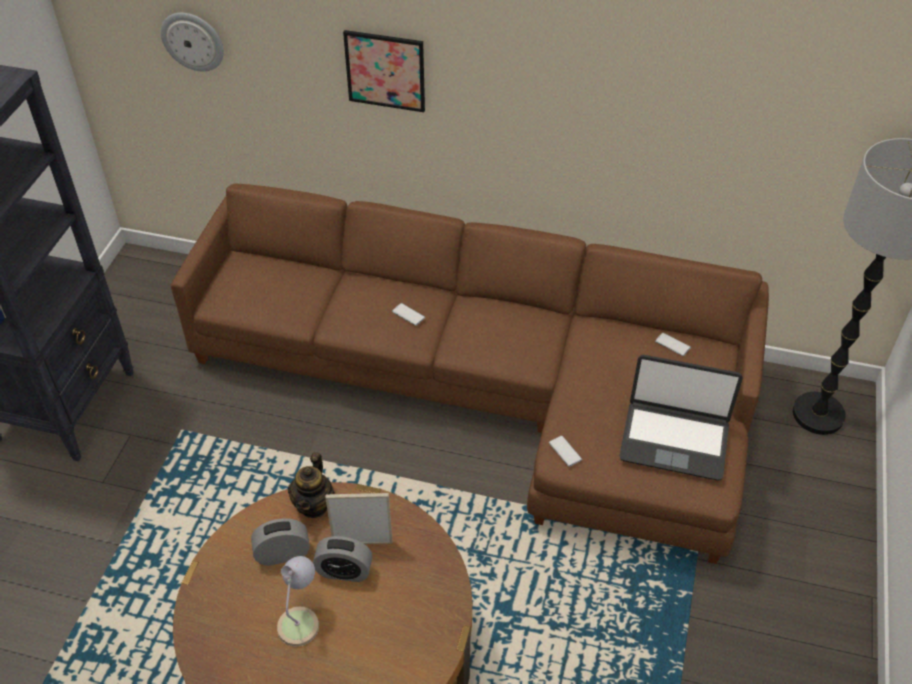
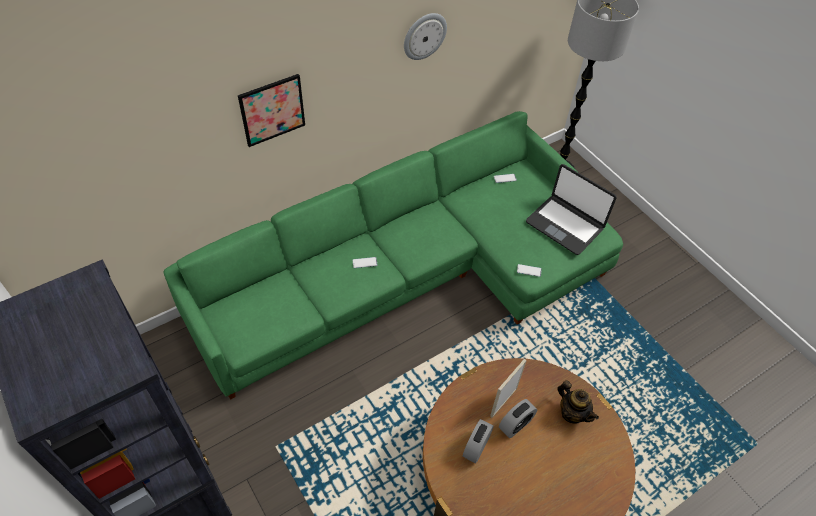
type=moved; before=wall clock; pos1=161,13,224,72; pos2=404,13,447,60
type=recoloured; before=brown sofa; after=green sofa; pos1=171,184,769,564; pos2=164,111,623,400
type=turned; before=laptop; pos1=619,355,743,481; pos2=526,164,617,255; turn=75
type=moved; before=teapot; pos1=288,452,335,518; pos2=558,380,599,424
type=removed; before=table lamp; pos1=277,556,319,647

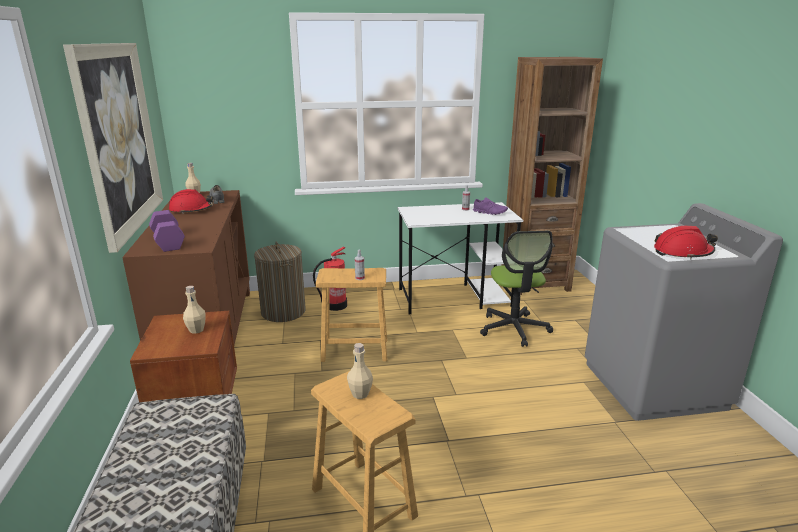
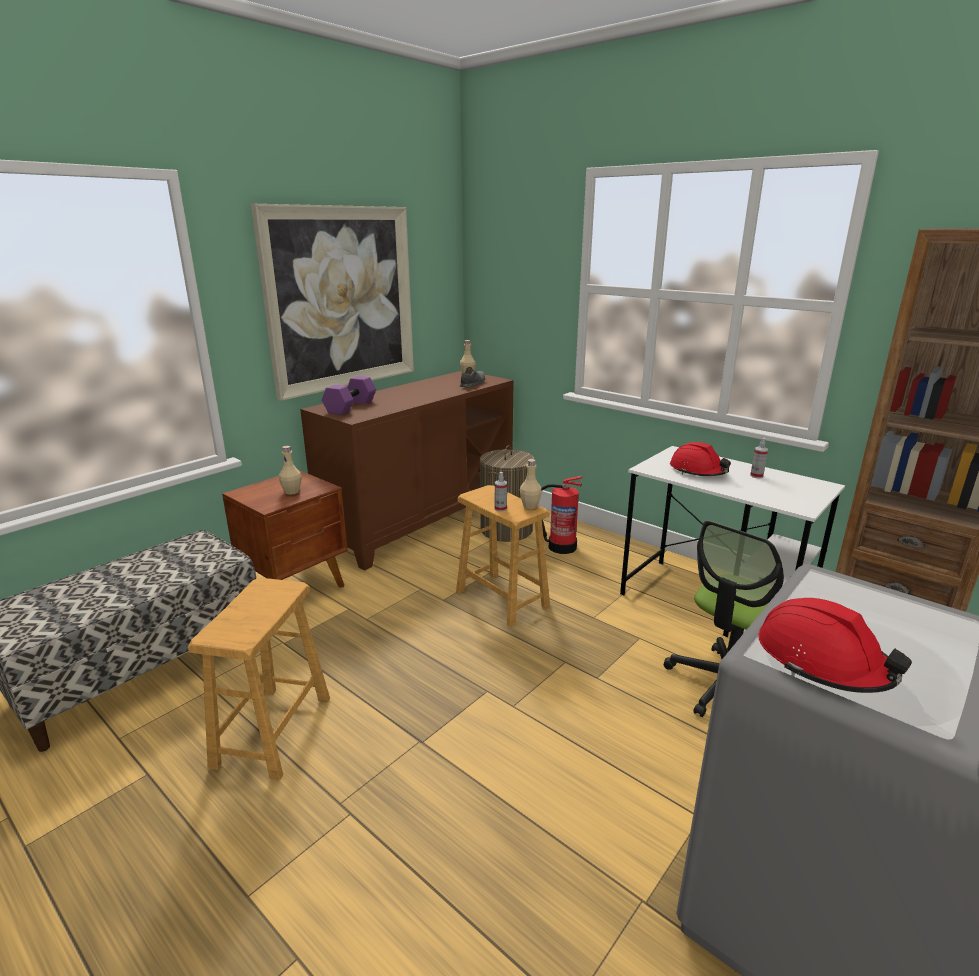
type=moved; before=red hard hat; pos1=169,189,213,214; pos2=670,442,731,476
type=removed; before=purple shoe; pos1=473,197,508,215
type=moved; before=beige bottle; pos1=347,343,373,399; pos2=520,459,542,509

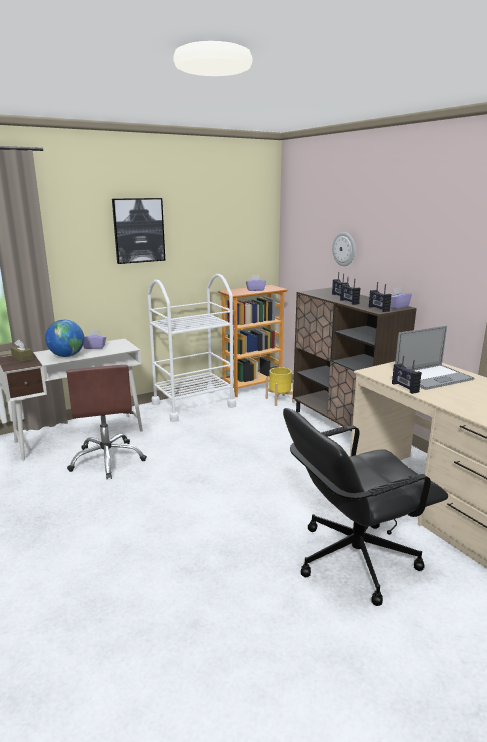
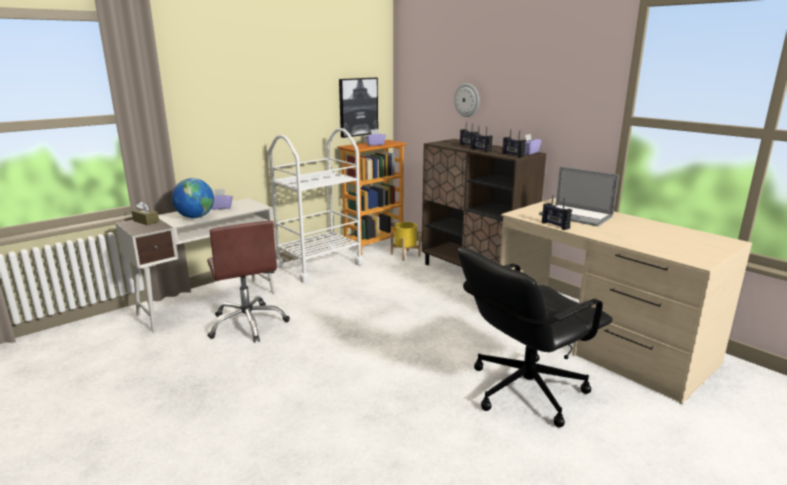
type=moved; before=picture; pos1=112,198,165,264; pos2=339,78,378,138
type=turned; before=laptop; pos1=395,326,474,390; pos2=539,167,619,226; turn=75

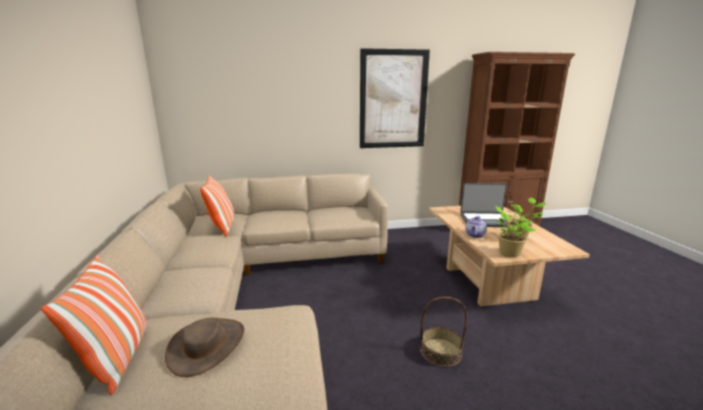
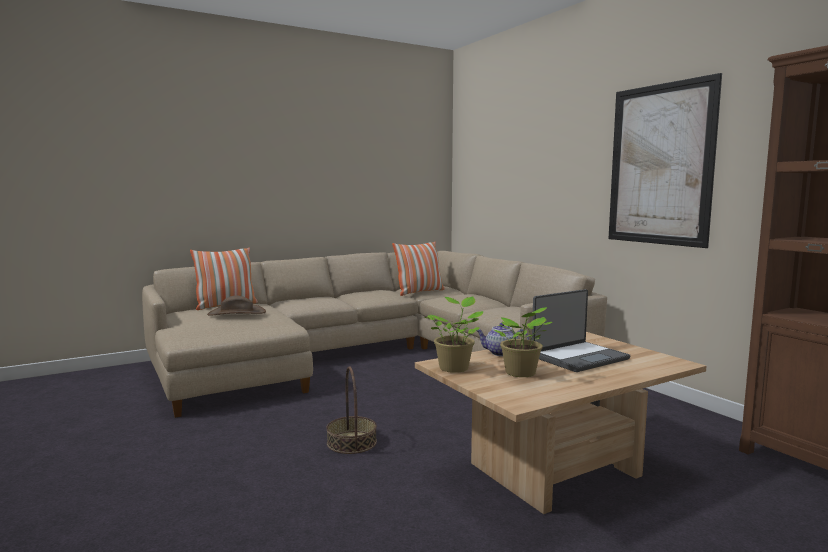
type=turned; before=laptop; pos1=460,183,507,227; pos2=532,289,630,372; turn=-105

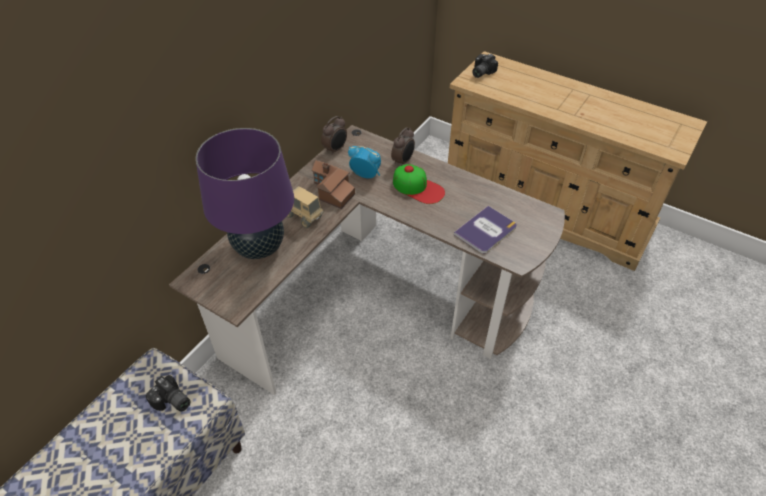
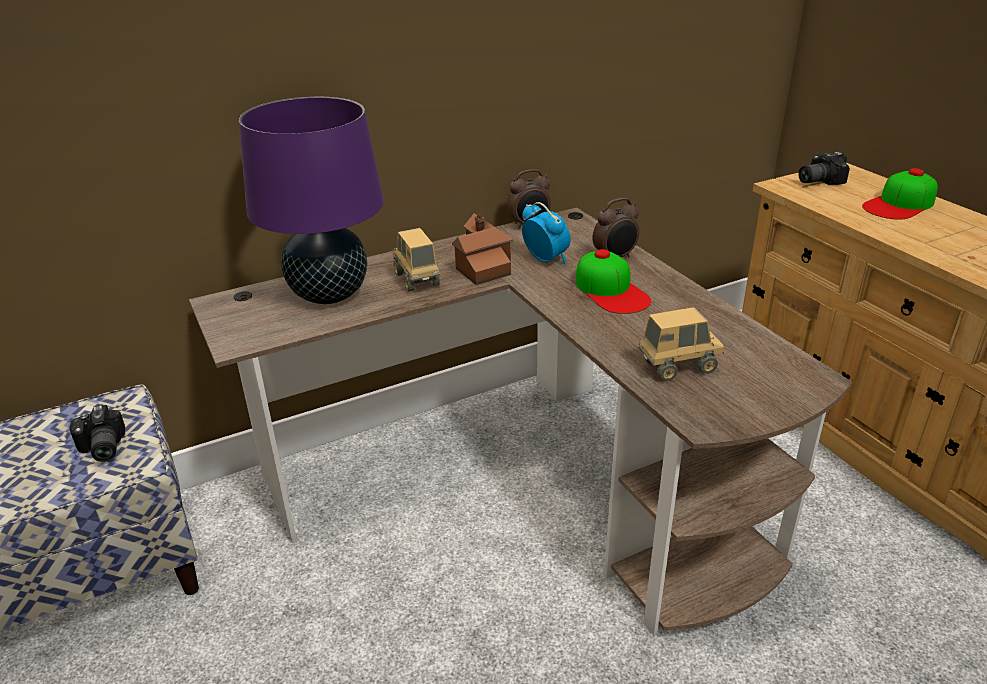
type=replaced; before=book; after=toy truck; pos1=454,206,517,254; pos2=638,307,724,381
type=added; after=cap; pos2=862,168,938,219

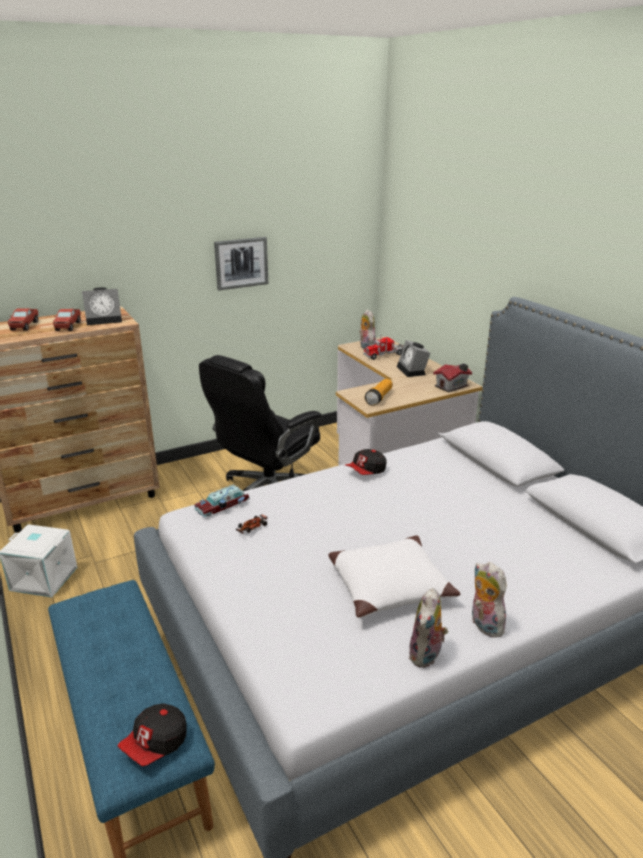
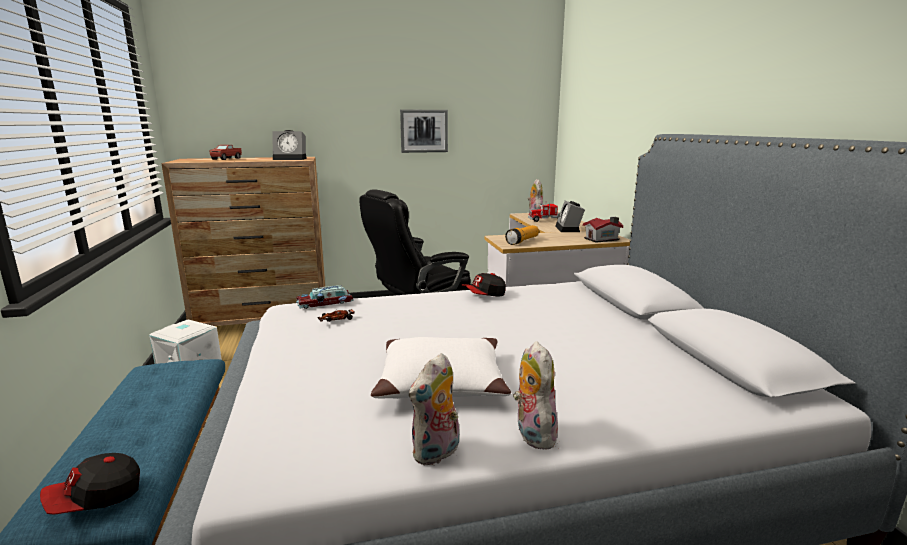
type=removed; before=toy truck; pos1=53,309,81,331

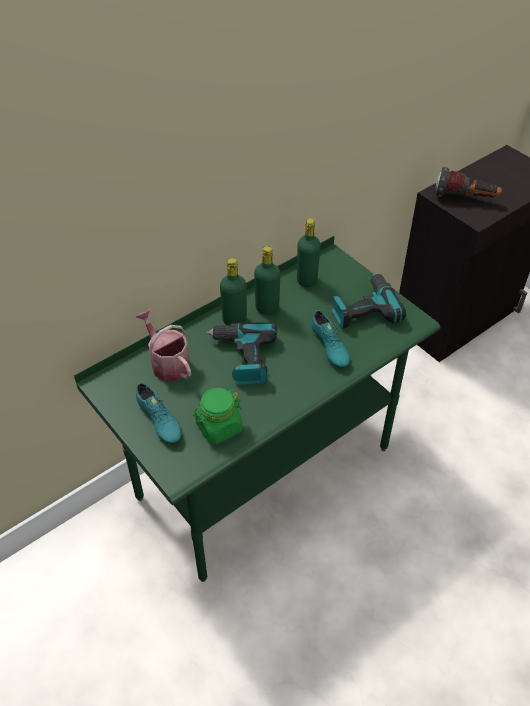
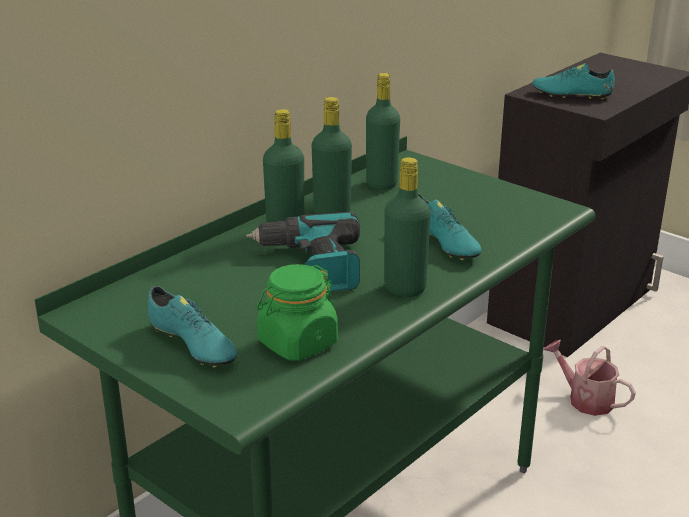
type=replaced; before=flashlight; after=turquoise shoe; pos1=436,167,502,197; pos2=532,63,615,99
type=removed; before=power drill; pos1=331,273,406,329
type=moved; before=watering can; pos1=135,309,191,381; pos2=544,340,636,416
type=added; after=green bottle; pos2=384,157,431,297

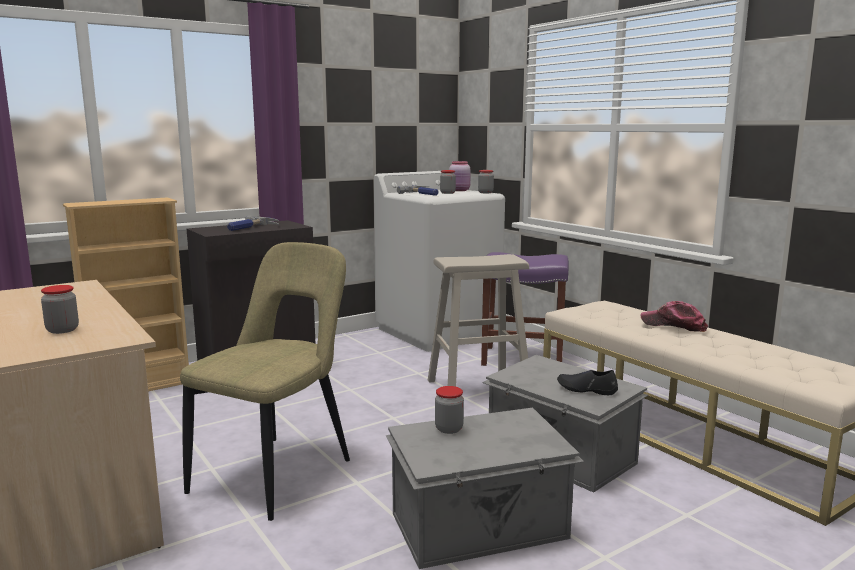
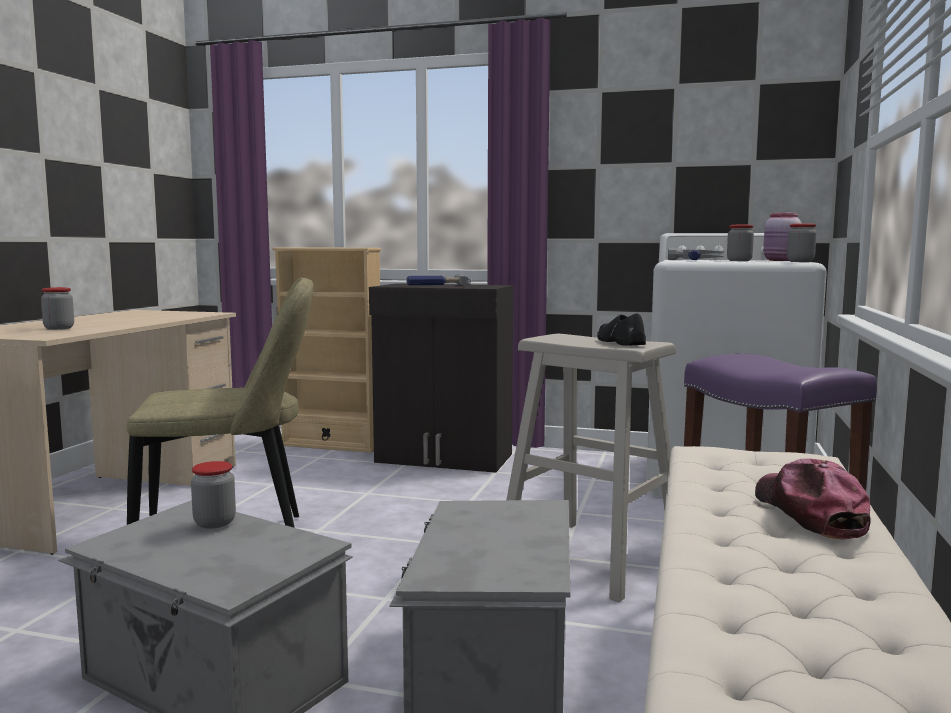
type=moved; before=black shoe; pos1=557,370,618,395; pos2=597,313,646,346

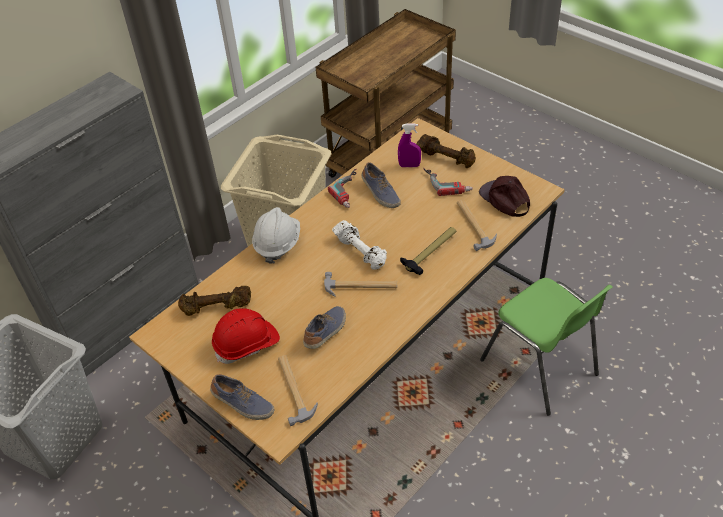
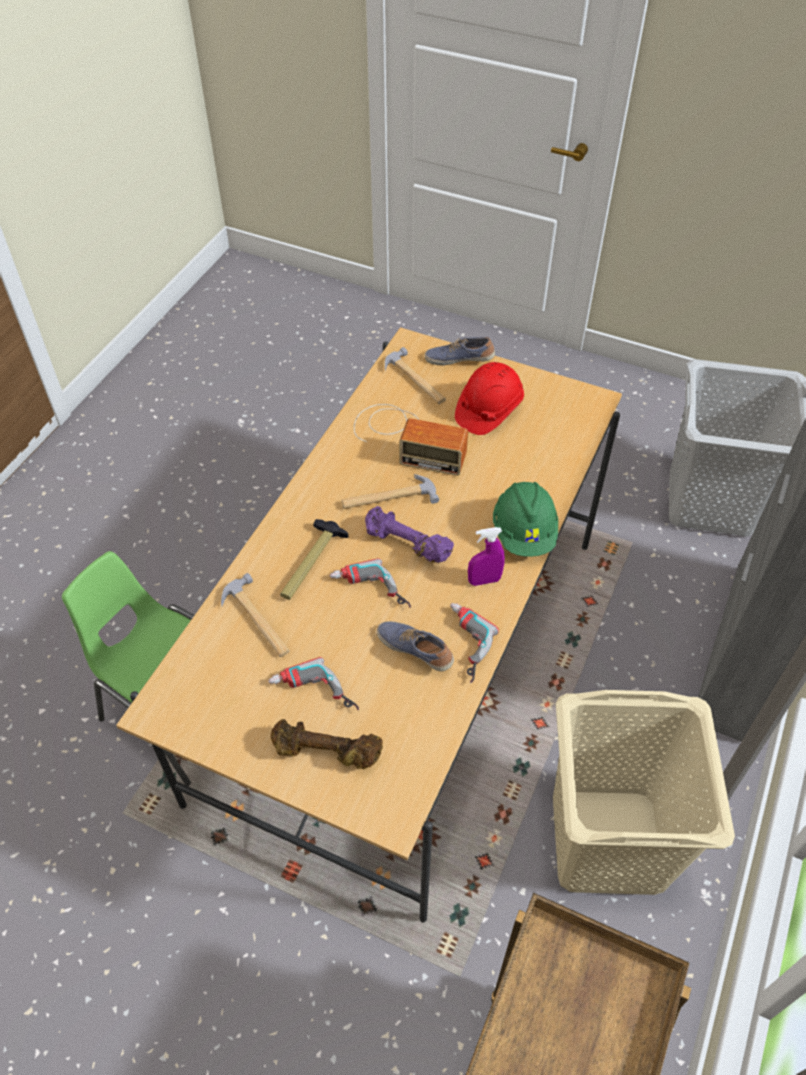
type=moved; before=purple spray bottle; pos1=398,123,421,167; pos2=468,527,505,586
type=removed; before=brown cap; pos1=479,176,530,217
type=recoloured; before=white hard hat; after=green hard hat; pos1=252,207,300,264; pos2=493,482,558,557
type=recoloured; before=white dumbbell; after=purple dumbbell; pos1=332,220,387,270; pos2=365,506,454,563
type=removed; before=brown dumbbell; pos1=178,286,251,316
type=replaced; before=shoe; after=radio; pos1=303,306,346,349; pos2=354,404,468,476
type=added; after=power drill; pos2=329,558,411,608

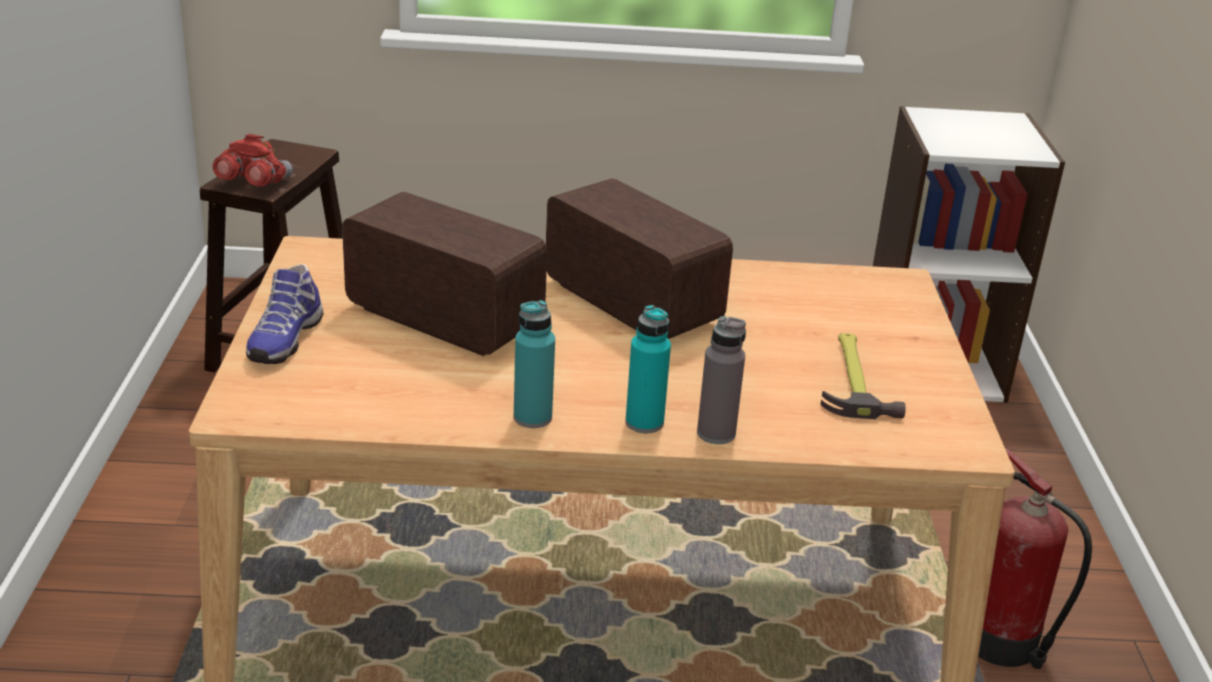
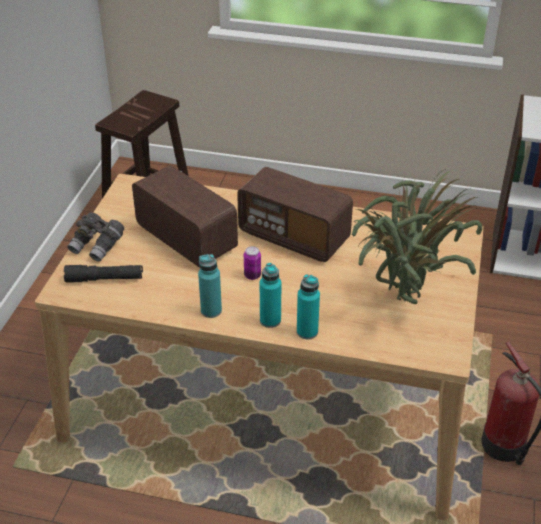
type=removed; before=red binoculars; pos1=213,134,293,187
type=turned; before=radio; pos1=546,179,733,339; pos2=237,167,353,262; turn=150
type=replaced; before=shoe; after=grey binoculars; pos1=246,264,323,364; pos2=67,212,124,262
type=recoloured; before=grey bottle; after=turquoise bottle; pos1=697,316,746,444; pos2=297,274,320,339
type=replaced; before=hammer; after=potted plant; pos1=820,333,906,419; pos2=352,169,482,304
type=added; after=can; pos2=244,246,261,280
type=added; after=black flashlight; pos2=64,265,143,283

